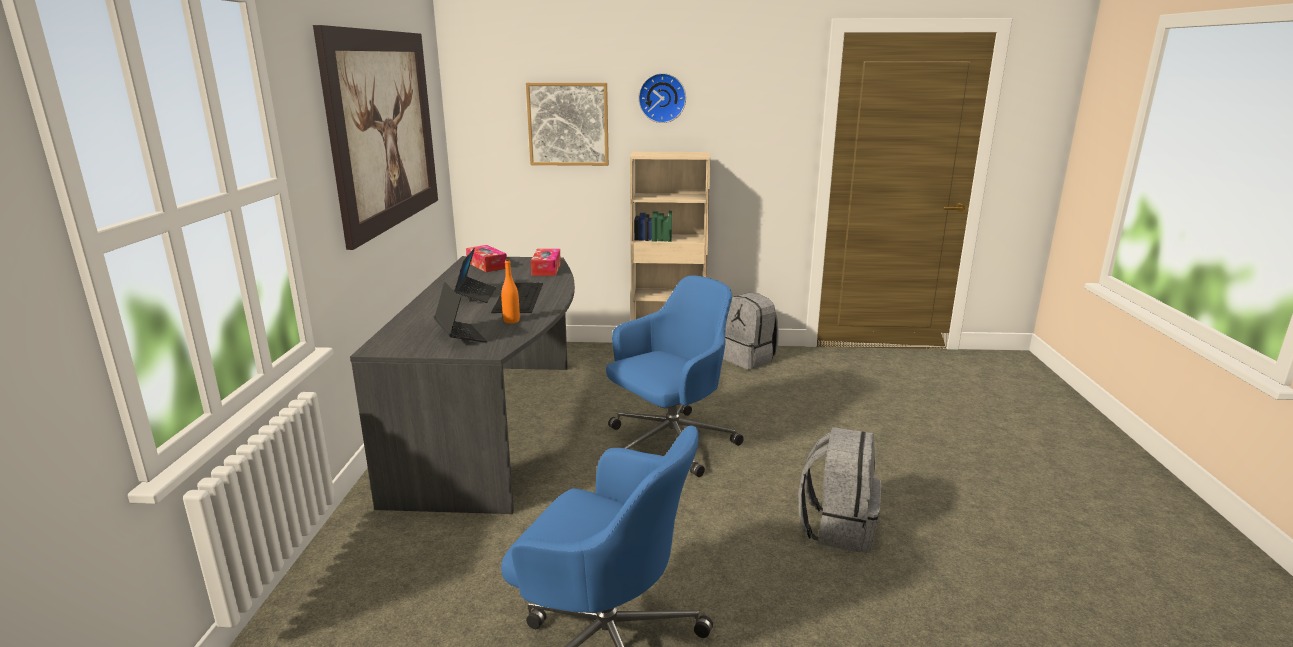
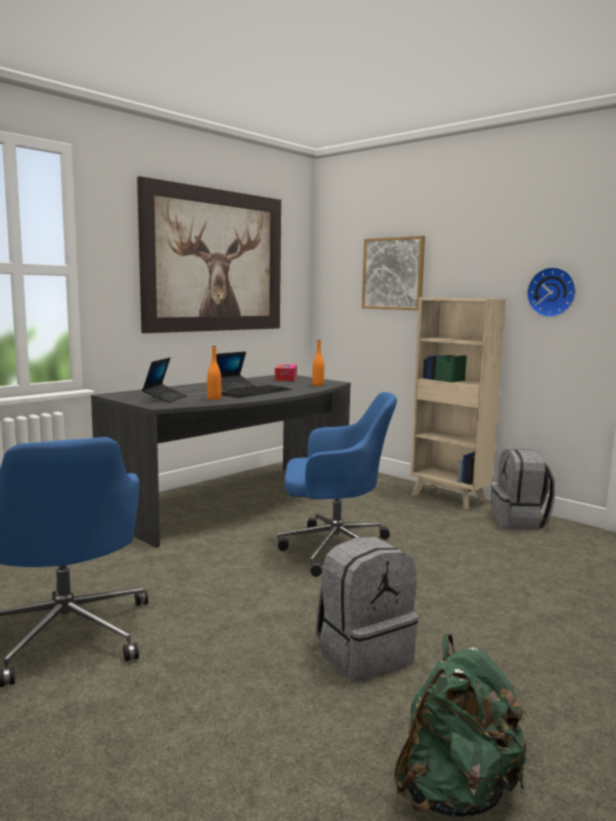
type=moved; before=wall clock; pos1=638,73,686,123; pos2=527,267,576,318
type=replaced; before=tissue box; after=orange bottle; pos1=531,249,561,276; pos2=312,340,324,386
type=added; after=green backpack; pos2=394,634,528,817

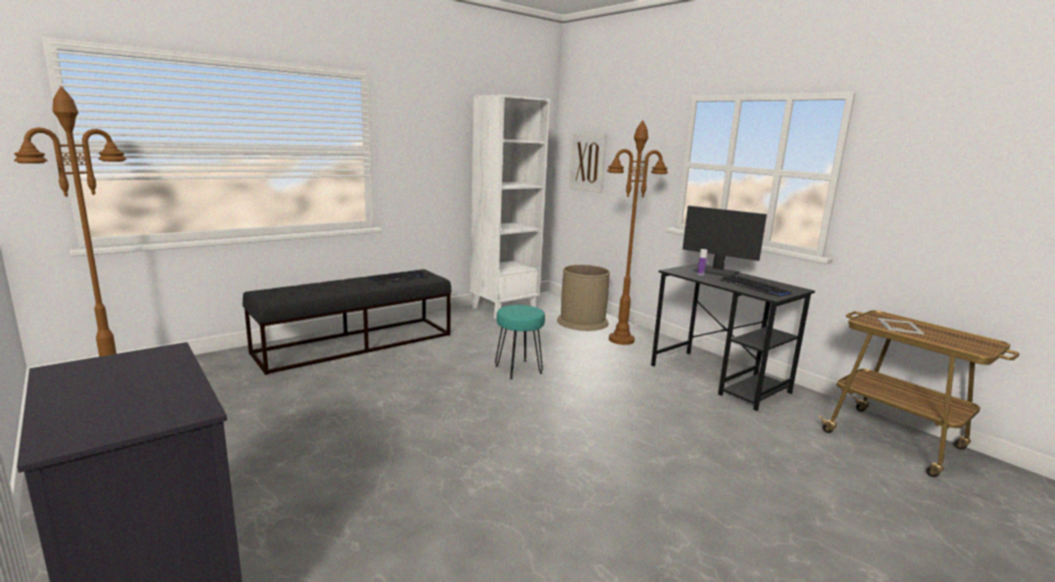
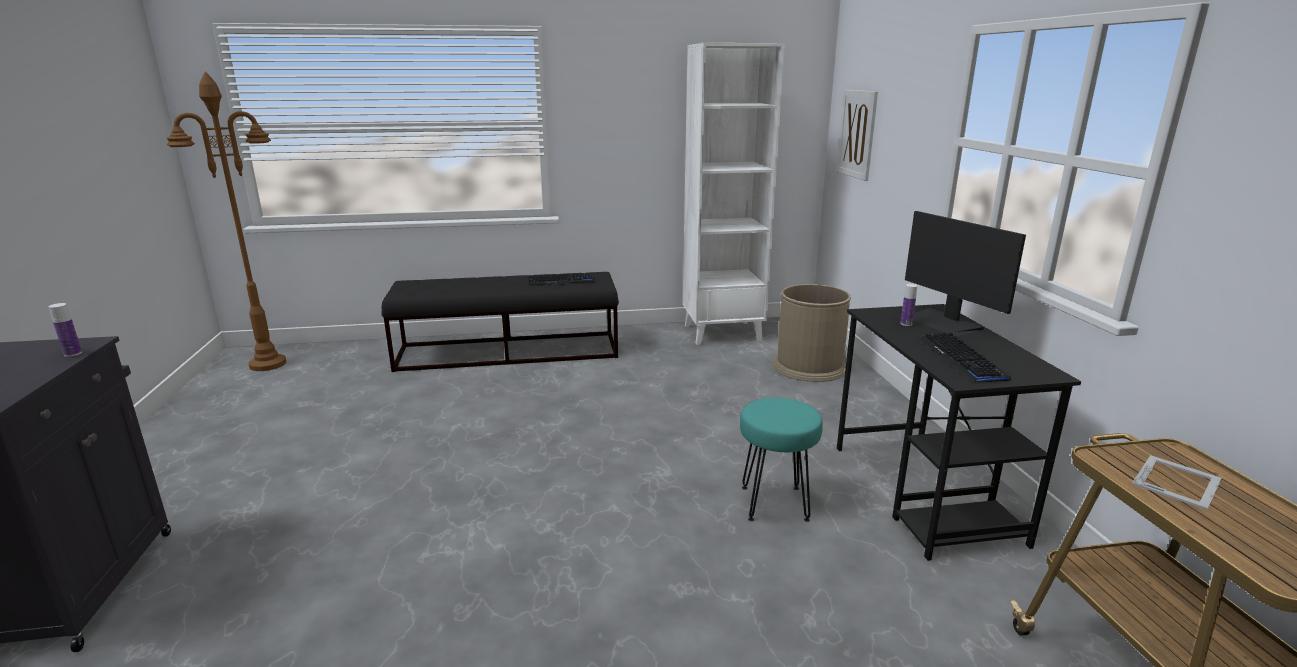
type=removed; before=brown floor lamp; pos1=607,120,668,345
type=moved; before=turquoise stool; pos1=495,305,545,380; pos2=740,398,823,522
type=added; after=bottle; pos2=49,303,82,357

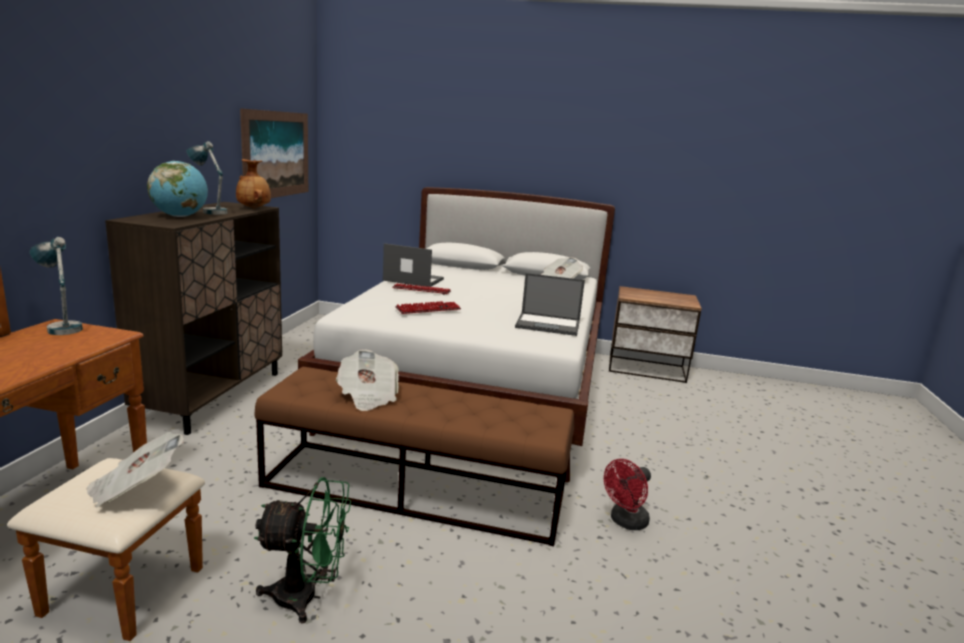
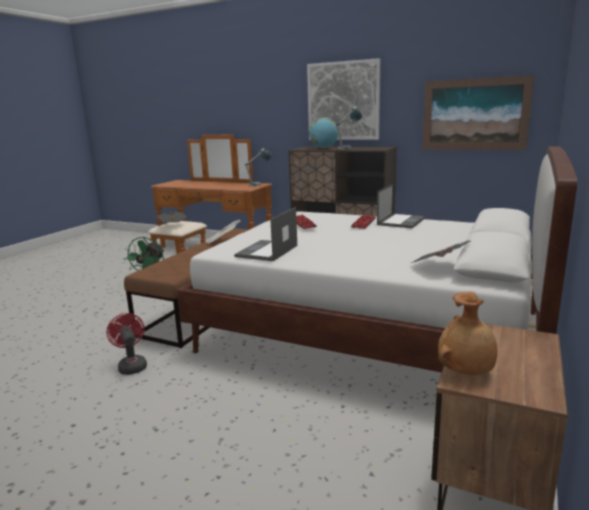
type=moved; before=brown vase; pos1=236,159,271,209; pos2=438,292,498,375
type=added; after=picture; pos2=307,58,380,140

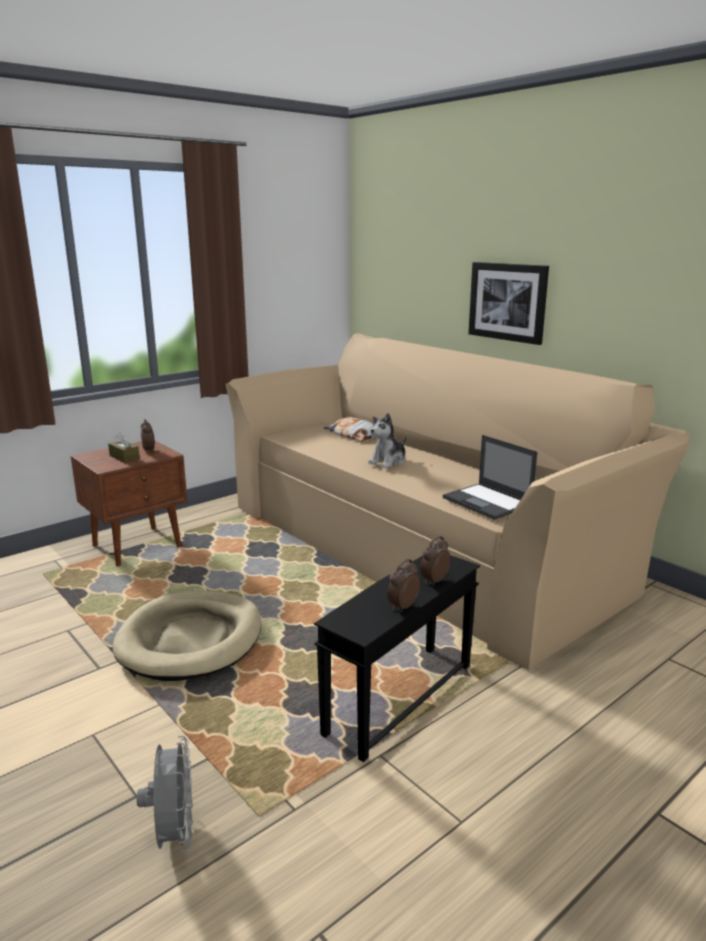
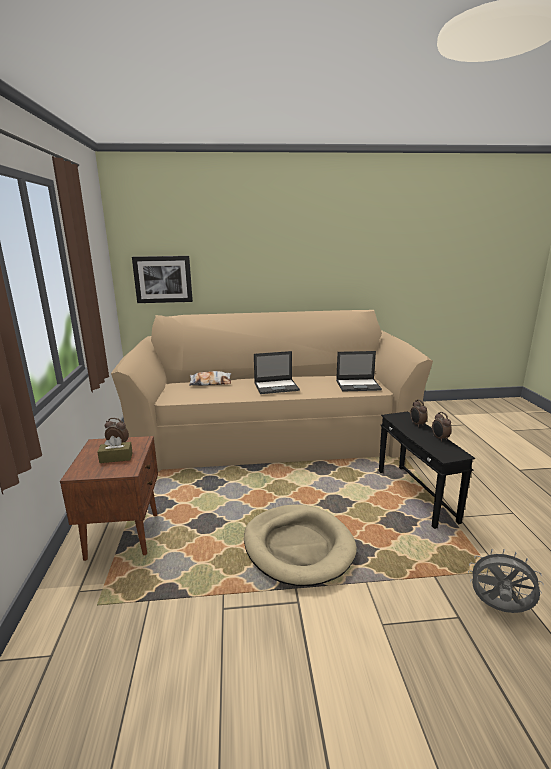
type=moved; before=picture; pos1=469,262,549,345; pos2=132,256,193,303
type=replaced; before=plush toy; after=laptop; pos1=368,413,406,468; pos2=254,351,300,394

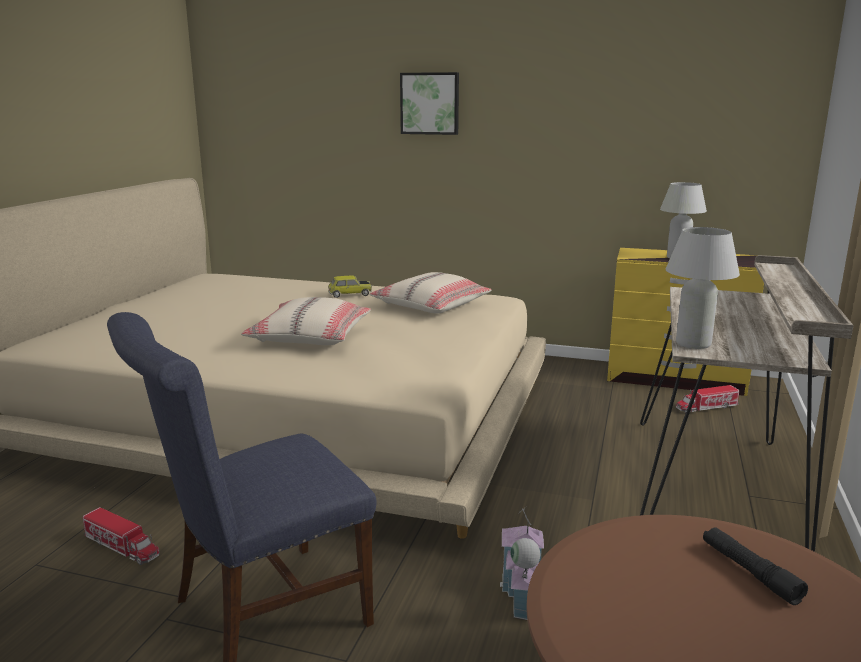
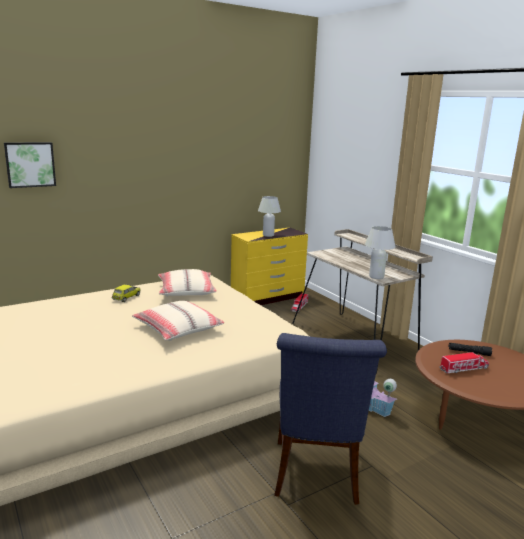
type=moved; before=picture; pos1=400,72,459,135; pos2=4,142,56,188
type=moved; before=toy truck; pos1=83,507,160,565; pos2=439,352,489,373

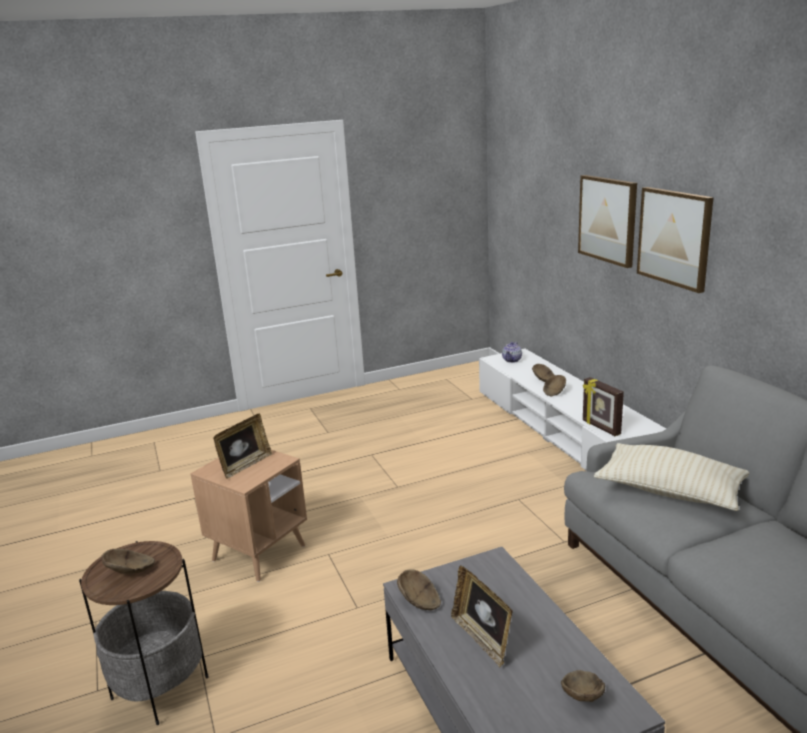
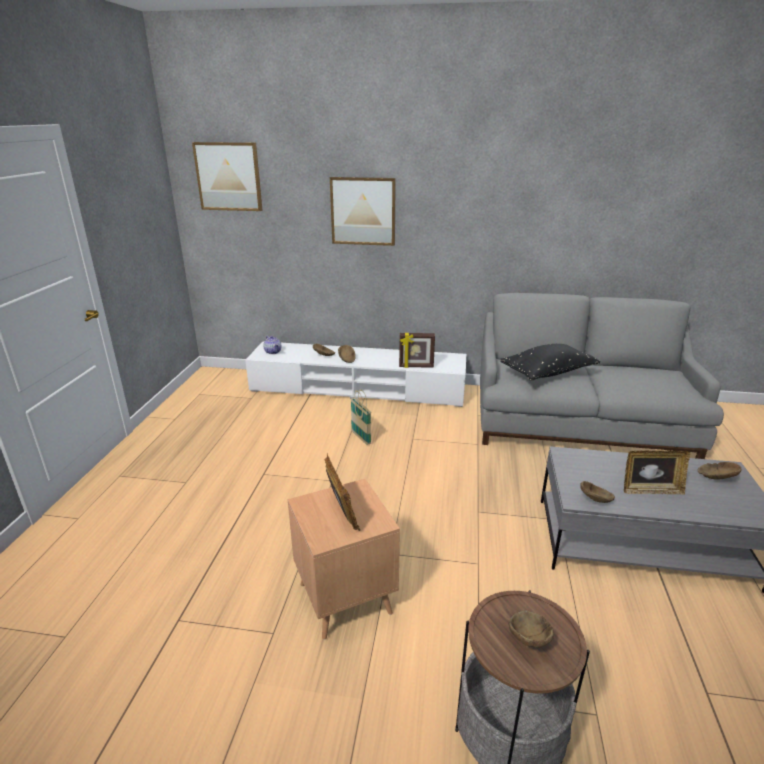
type=moved; before=picture; pos1=637,187,714,293; pos2=192,142,263,211
type=recoloured; before=beige pillow; after=black pillow; pos1=594,443,749,511; pos2=500,344,600,381
type=added; after=basket; pos2=351,389,371,445

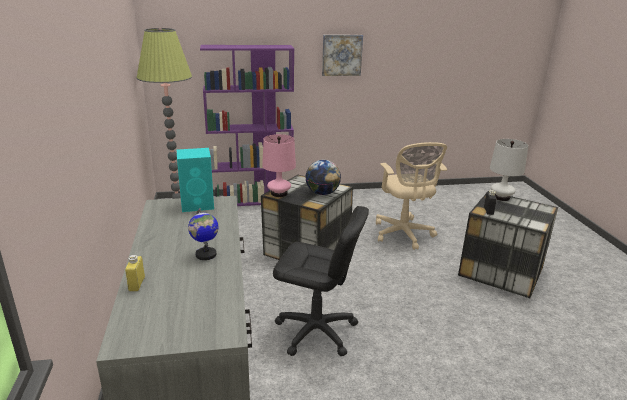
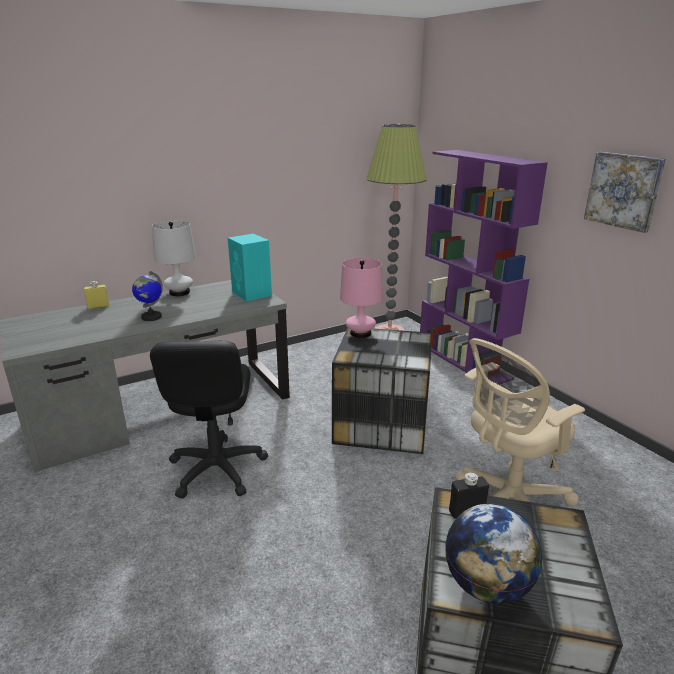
type=moved; before=white table lamp; pos1=490,139,528,201; pos2=152,221,196,296
type=moved; before=globe; pos1=305,160,341,195; pos2=445,504,542,604

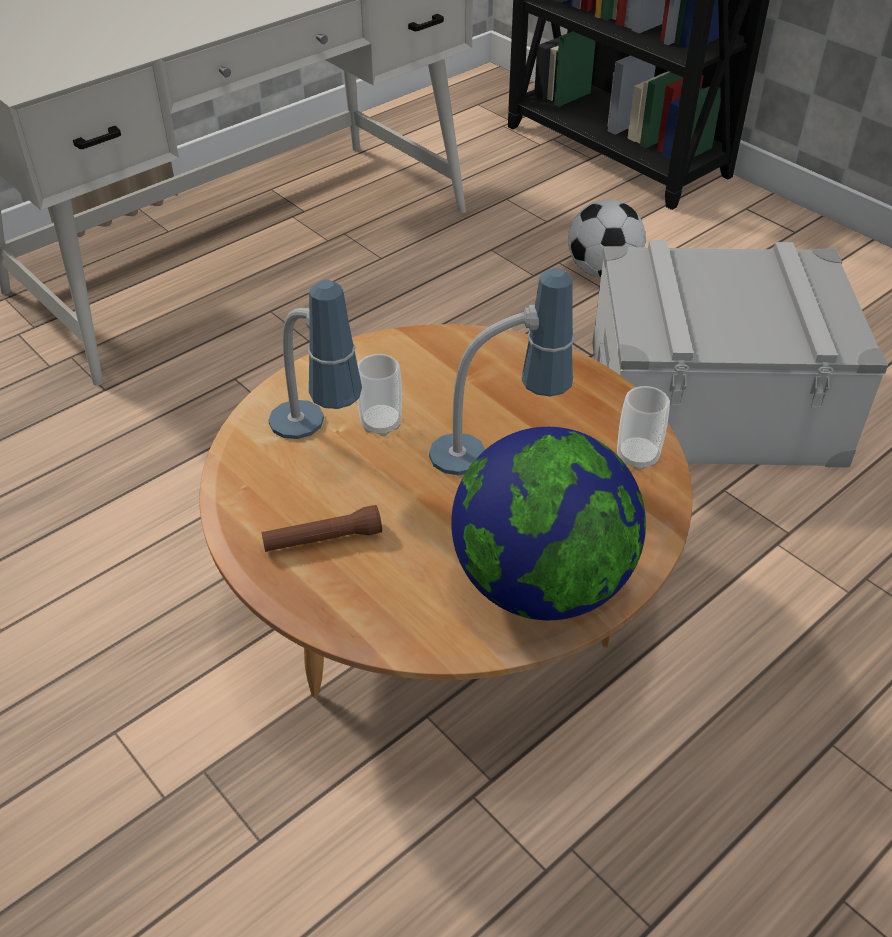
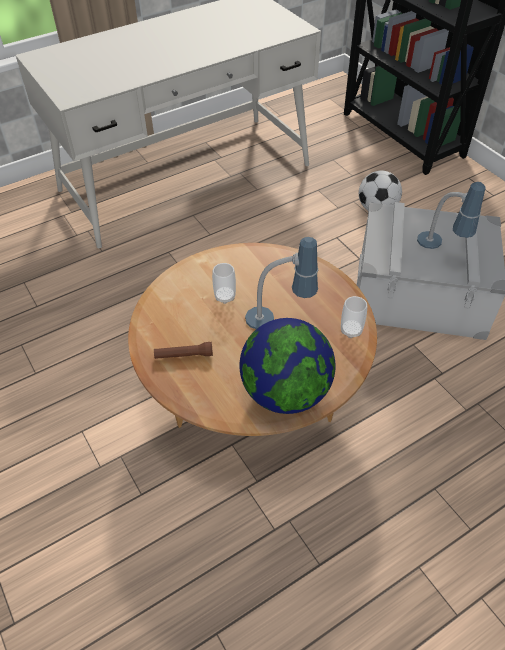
type=moved; before=table lamp; pos1=268,280,362,439; pos2=417,182,486,249

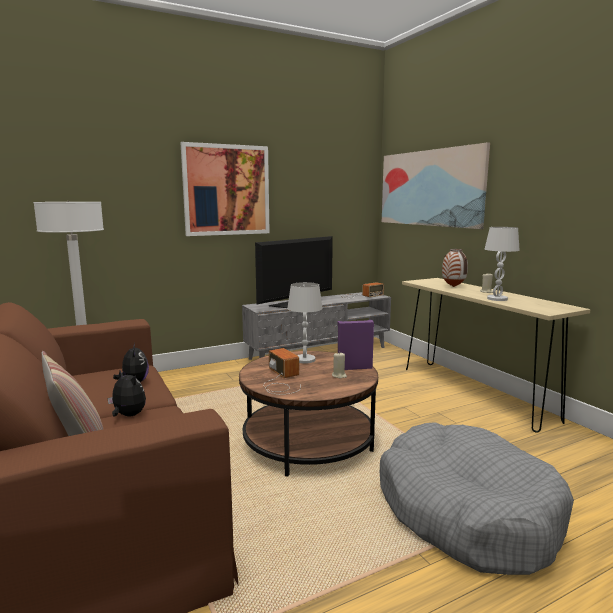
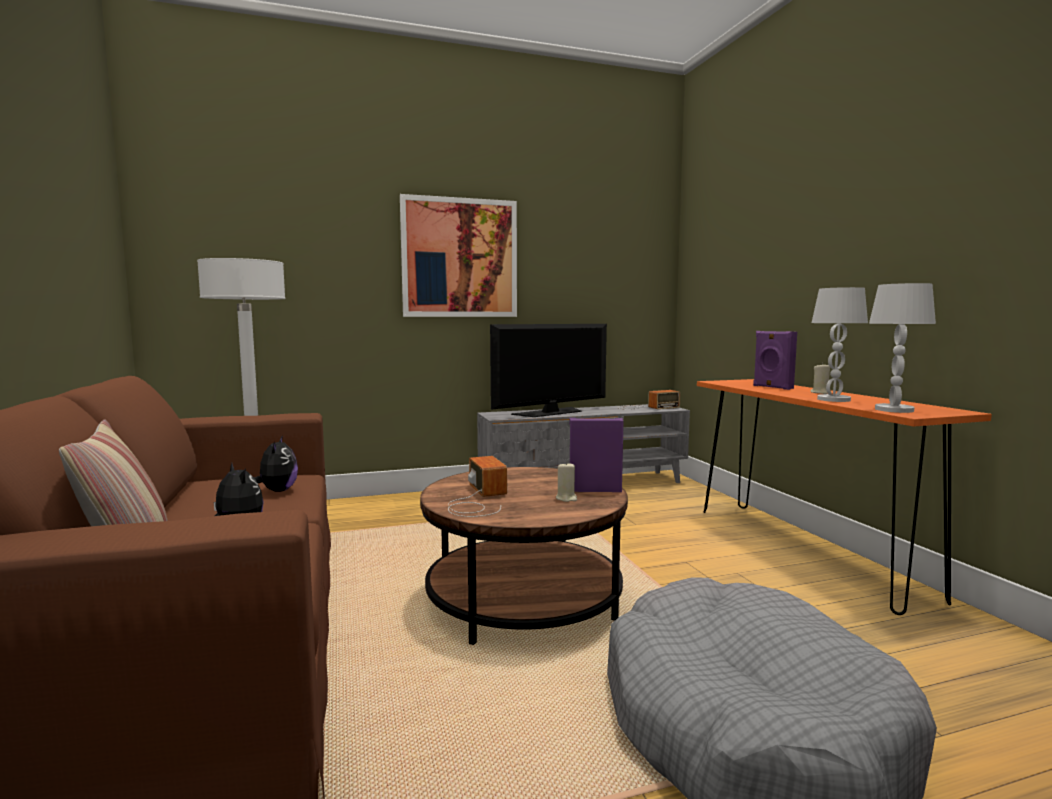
type=removed; before=picture; pos1=382,142,490,229
type=replaced; before=vase; after=purple speaker; pos1=442,249,468,287; pos2=753,331,797,390
type=recoloured; before=beige console table; after=orange console table; pos1=402,278,591,433; pos2=697,379,992,615
type=moved; before=white table lamp; pos1=287,282,323,364; pos2=869,283,936,413

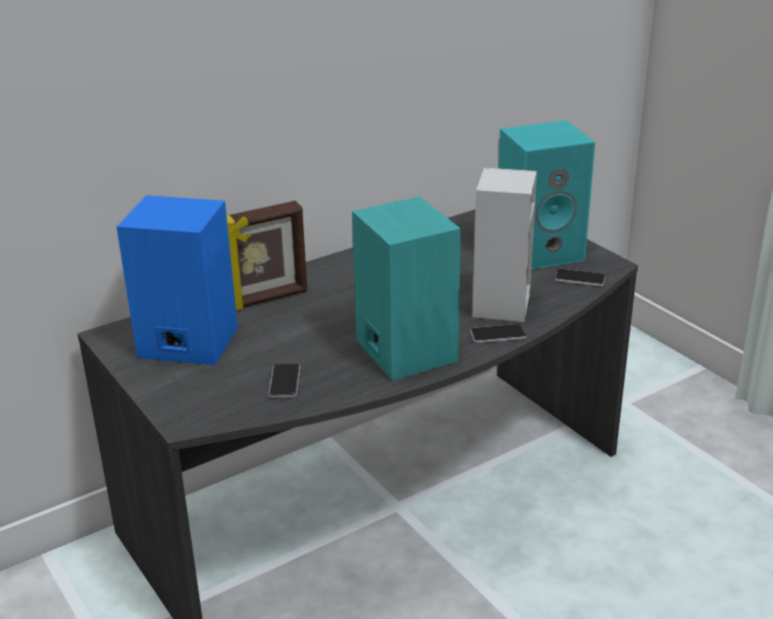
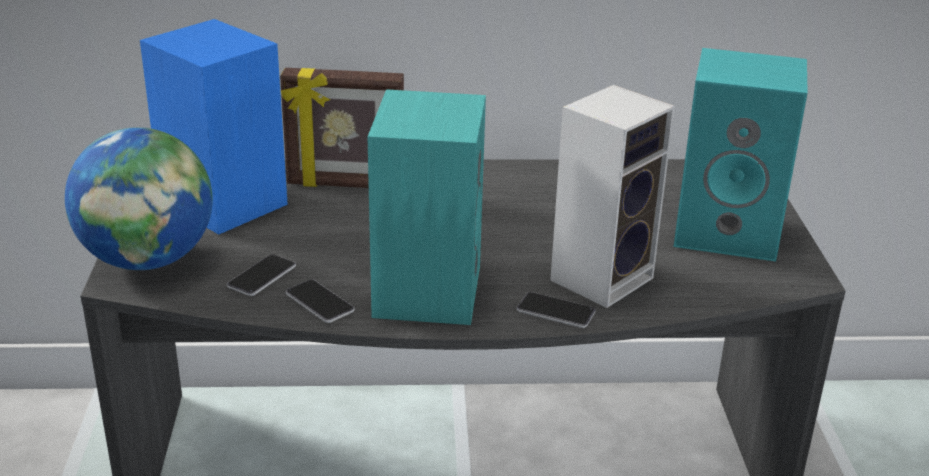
type=moved; before=phone; pos1=555,269,606,286; pos2=286,280,355,323
type=added; after=globe; pos2=65,127,213,270

